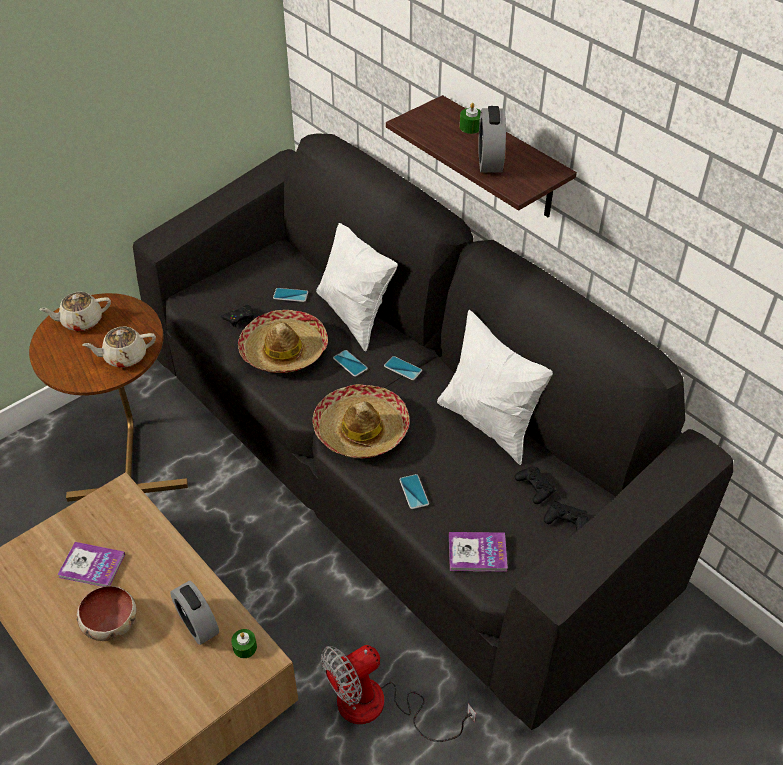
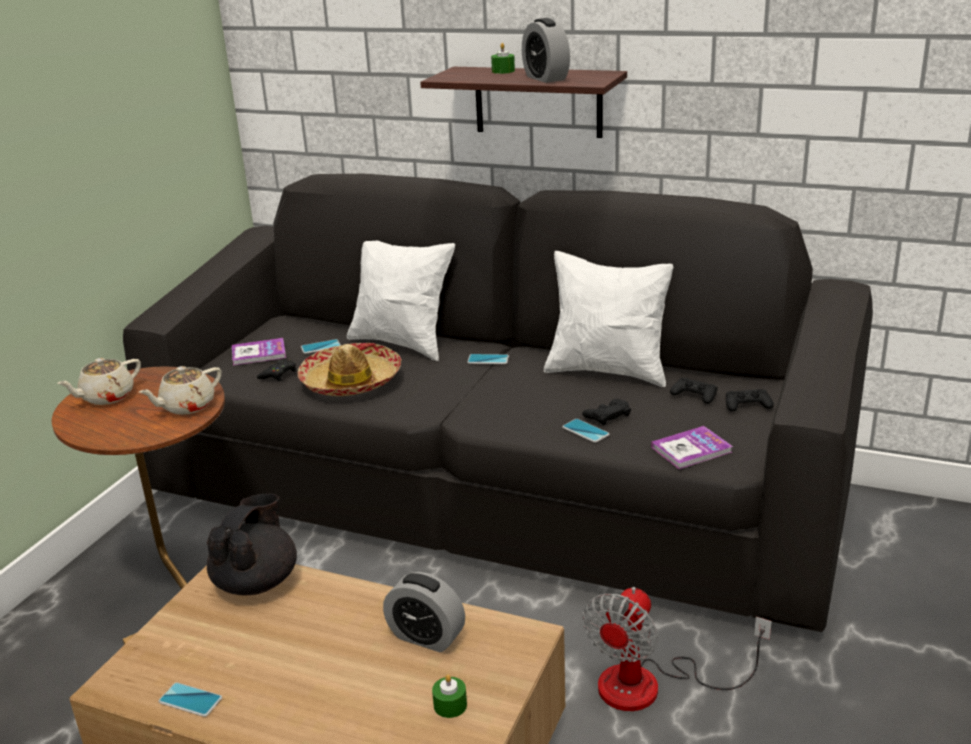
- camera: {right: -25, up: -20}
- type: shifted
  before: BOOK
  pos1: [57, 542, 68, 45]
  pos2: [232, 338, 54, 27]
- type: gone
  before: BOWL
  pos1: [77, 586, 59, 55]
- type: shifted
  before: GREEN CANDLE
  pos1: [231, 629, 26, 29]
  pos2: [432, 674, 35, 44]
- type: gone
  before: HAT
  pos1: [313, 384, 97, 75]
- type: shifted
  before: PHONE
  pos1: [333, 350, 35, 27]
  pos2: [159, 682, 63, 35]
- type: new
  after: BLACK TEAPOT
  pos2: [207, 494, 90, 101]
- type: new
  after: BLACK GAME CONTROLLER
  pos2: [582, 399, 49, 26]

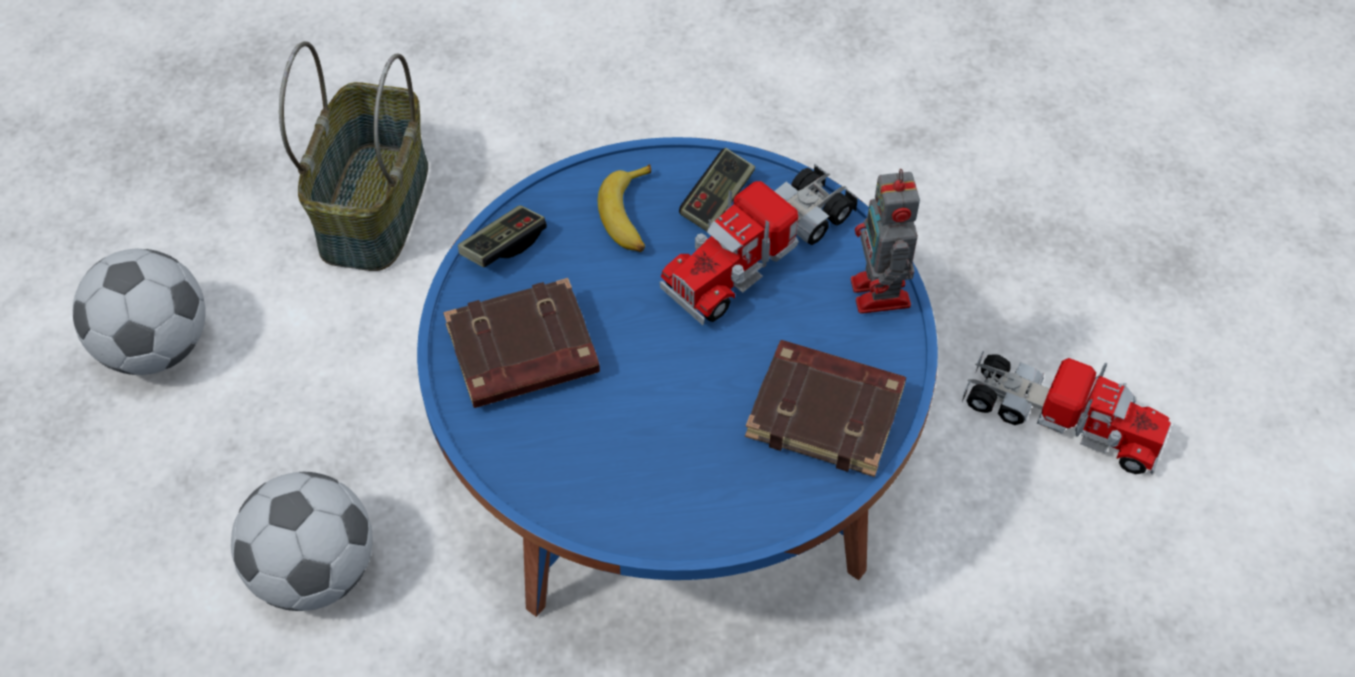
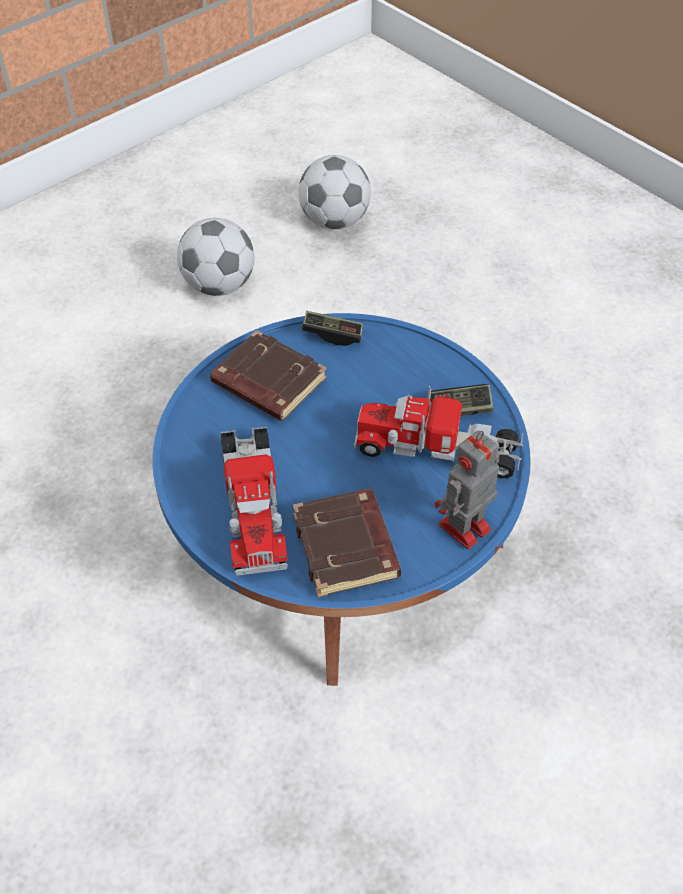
- camera: {right: 55, up: -5}
- type: shifted
  before: FOOTBALL
  pos1: [231, 472, 142, 139]
  pos2: [299, 155, 72, 74]
- type: gone
  before: BASKET
  pos1: [279, 41, 149, 230]
- type: gone
  before: BANANA
  pos1: [598, 164, 53, 88]
- type: shifted
  before: TOY TRUCK
  pos1: [962, 351, 209, 123]
  pos2: [220, 427, 68, 149]

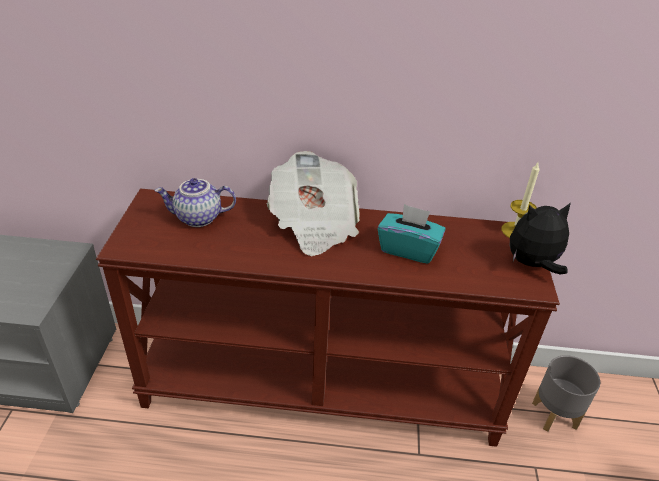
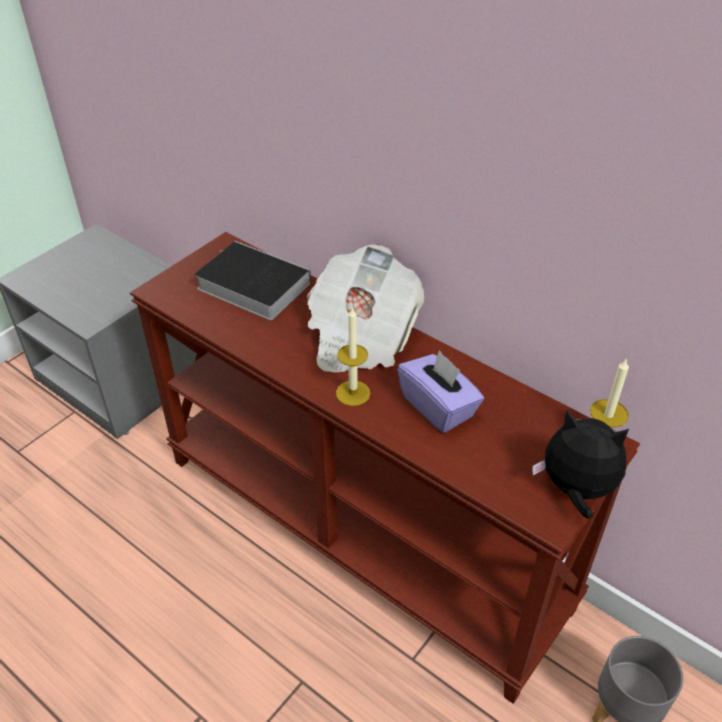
- camera: {right: 35, up: 5}
- type: swapped
  before: TEAPOT
  after: BOOK
  pos1: [154, 178, 82, 49]
  pos2: [194, 241, 117, 79]
- type: repainted
  before: TURQUOISE TISSUE BOX
  after: PURPLE TISSUE BOX
  pos1: [377, 204, 68, 60]
  pos2: [397, 350, 87, 83]
- type: new
  after: CANDLE
  pos2: [336, 307, 35, 99]

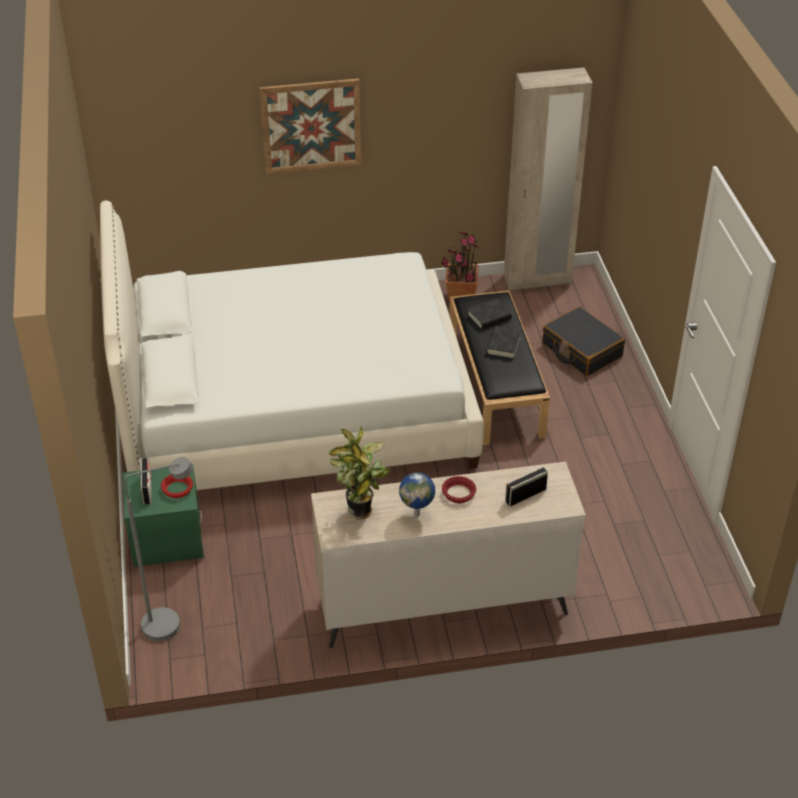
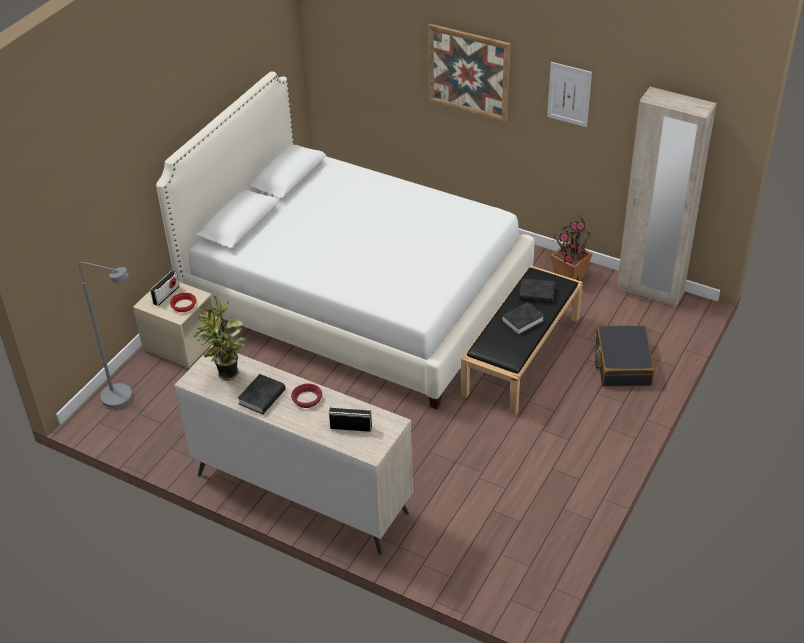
- camera: {right: 40, up: 0}
- type: repainted
  before: GREEN NIGHTSTAND
  after: BEIGE NIGHTSTAND
  pos1: [122, 464, 82, 103]
  pos2: [133, 282, 86, 86]
- type: swapped
  before: GLOBE
  after: BLACK BOOK
  pos1: [399, 472, 36, 45]
  pos2: [238, 374, 48, 40]
- type: new
  after: PICTURE
  pos2: [547, 62, 45, 65]

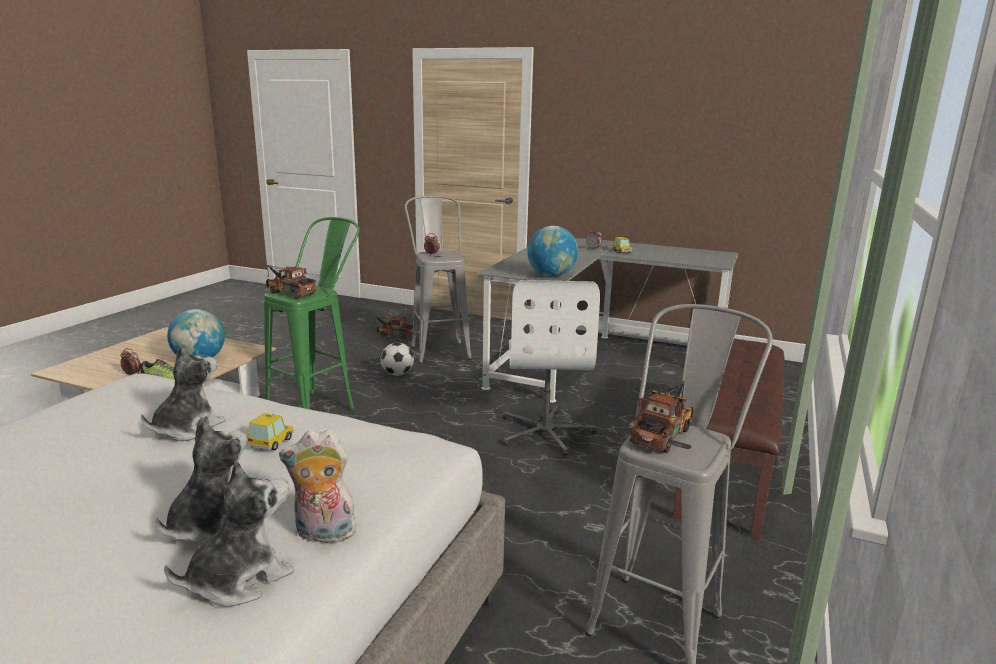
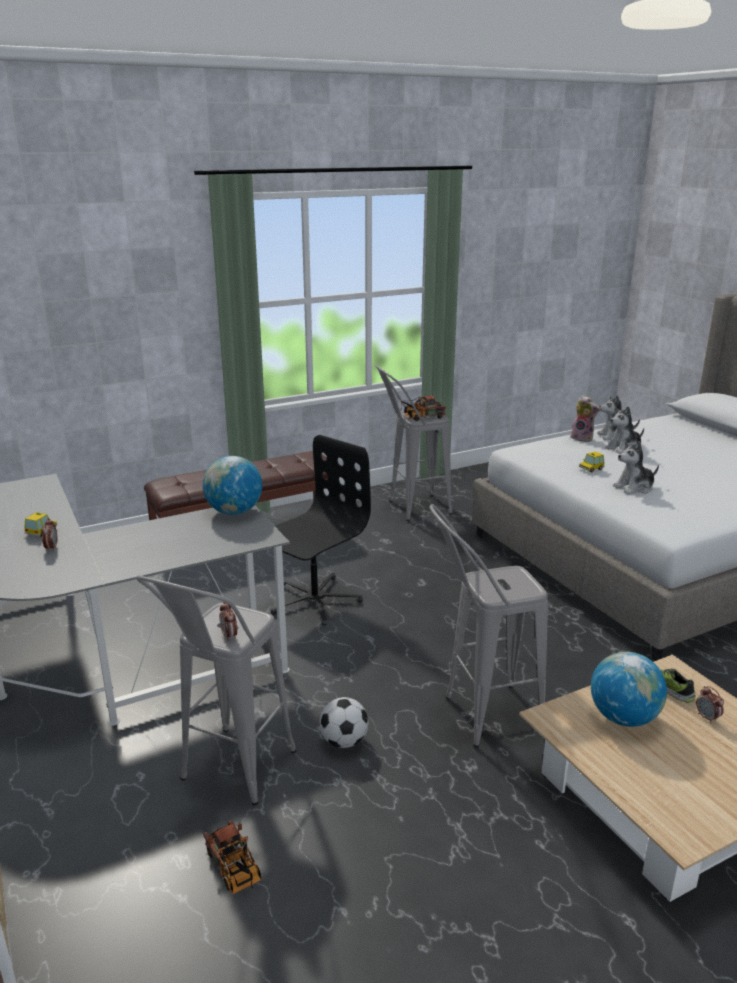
- camera: {right: -140, up: 5}
- type: repainted
  before: GREEN STOOL
  after: GREY STOOL
  pos1: [264, 217, 96, 193]
  pos2: [429, 504, 119, 244]
- type: gone
  before: TOY TRUCK
  pos1: [266, 265, 50, 34]
- type: repainted
  before: WHITE OFFICE CHAIR
  after: BLACK OFFICE CHAIR
  pos1: [503, 280, 97, 176]
  pos2: [271, 435, 100, 191]

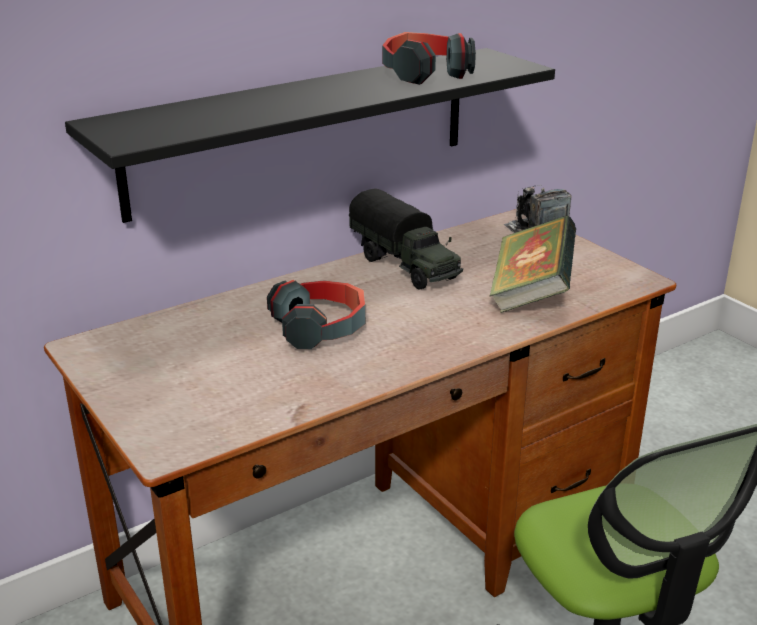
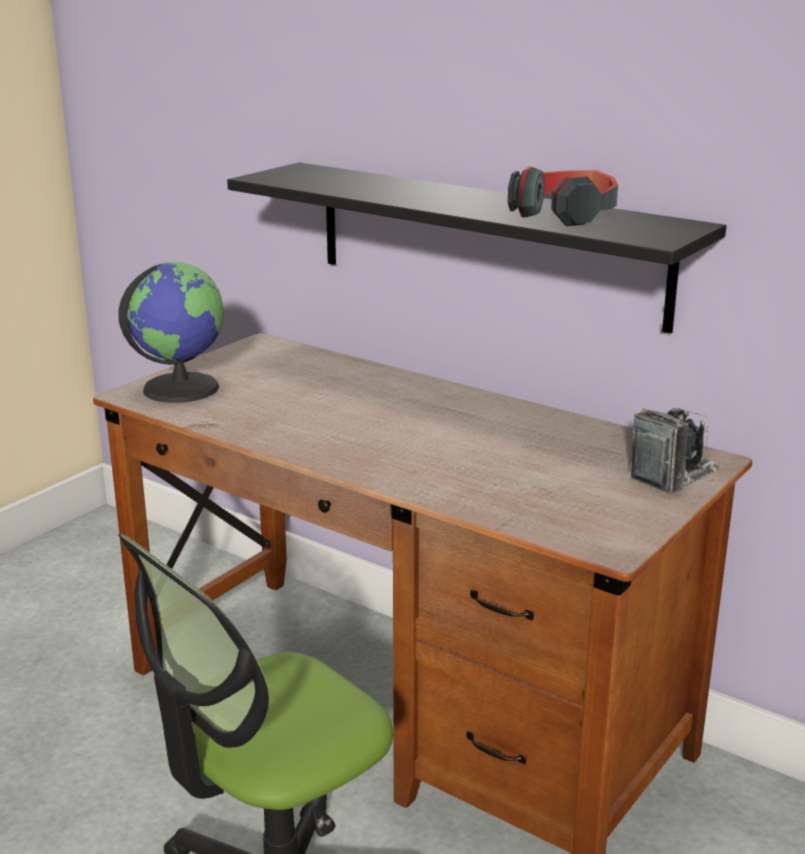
- camera: {right: 70, up: -5}
- type: gone
  before: HEADPHONES
  pos1: [267, 280, 98, 69]
- type: gone
  before: TOY TRUCK
  pos1: [349, 189, 114, 101]
- type: gone
  before: BOOK
  pos1: [490, 215, 86, 98]
- type: new
  after: GLOBE
  pos2: [119, 262, 106, 141]

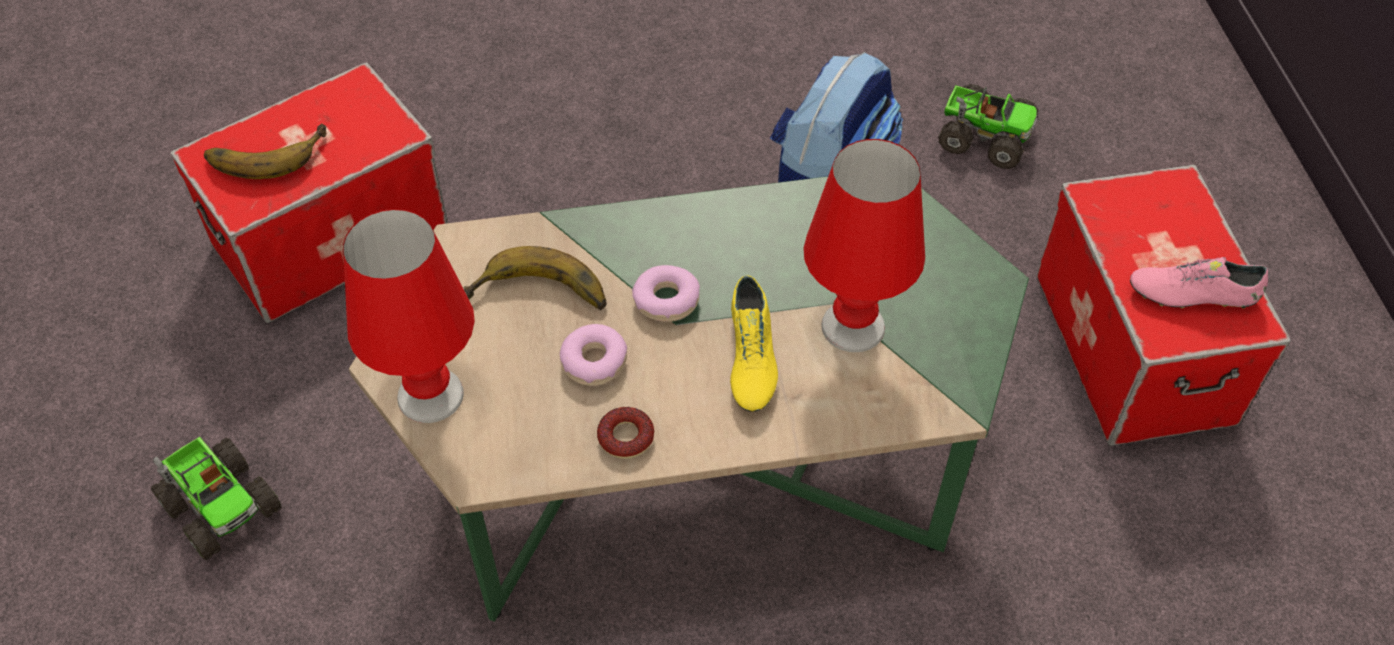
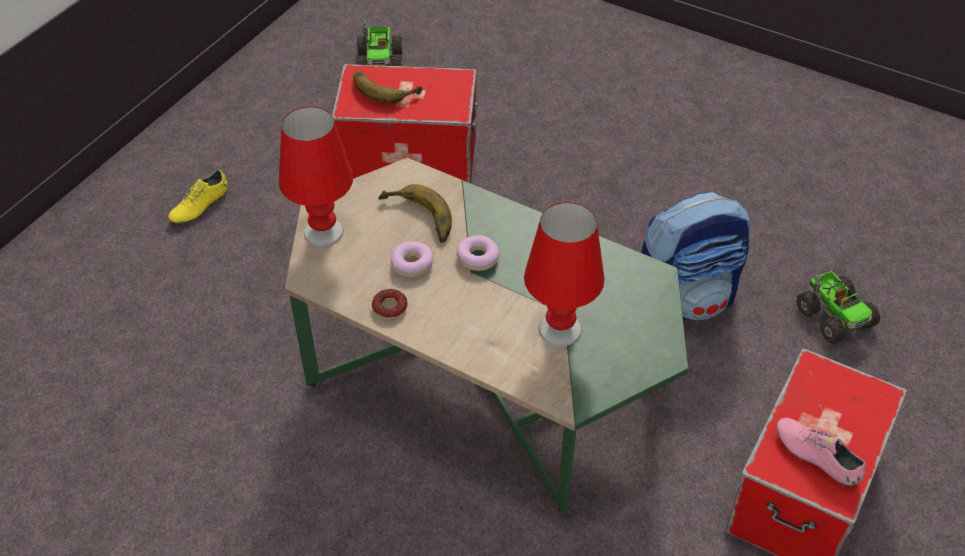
- camera: {right: 40, up: -5}
- type: shifted
  before: TOY TRUCK
  pos1: [151, 437, 131, 123]
  pos2: [356, 20, 46, 46]
- type: shifted
  before: YELLOW SHOE
  pos1: [730, 276, 48, 136]
  pos2: [168, 170, 60, 54]

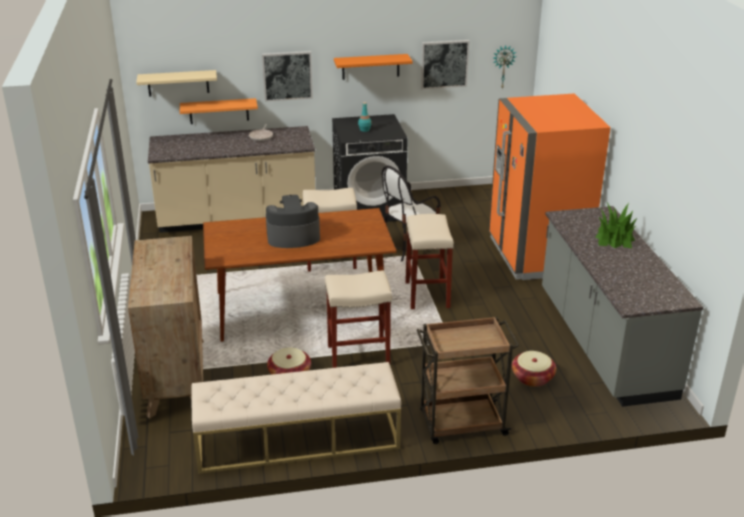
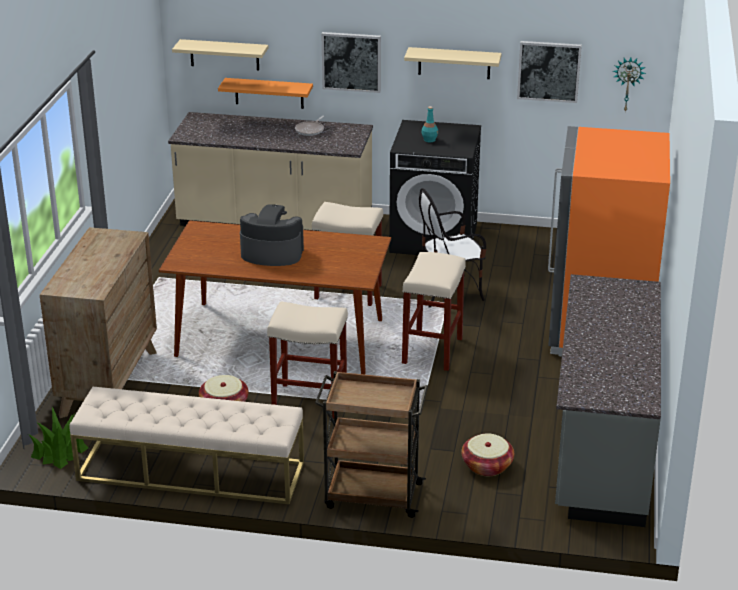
- camera: {right: 20, up: 0}
- type: repainted
  before: ORANGE SHELF
  after: BEIGE SHELF
  pos1: [334, 54, 79, 26]
  pos2: [404, 47, 98, 32]
- type: shifted
  before: POTTED PLANT
  pos1: [595, 203, 42, 45]
  pos2: [28, 407, 60, 62]

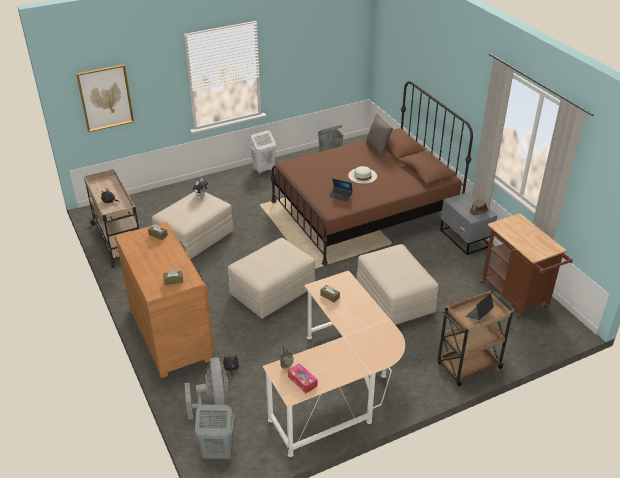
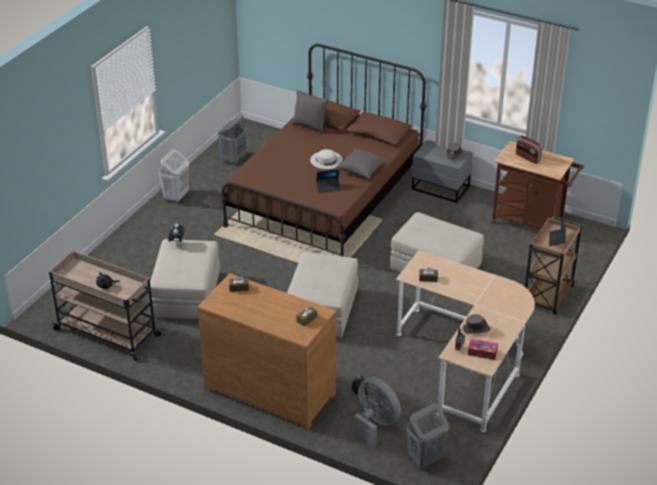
- camera: {right: -35, up: 0}
- type: gone
  before: PICTURE
  pos1: [76, 64, 58, 68]
- type: new
  after: GREY PILLOW
  pos2: [336, 149, 51, 29]
- type: new
  after: BROWN HAT
  pos2: [462, 314, 28, 20]
- type: new
  after: RADIO
  pos2: [516, 136, 26, 28]

